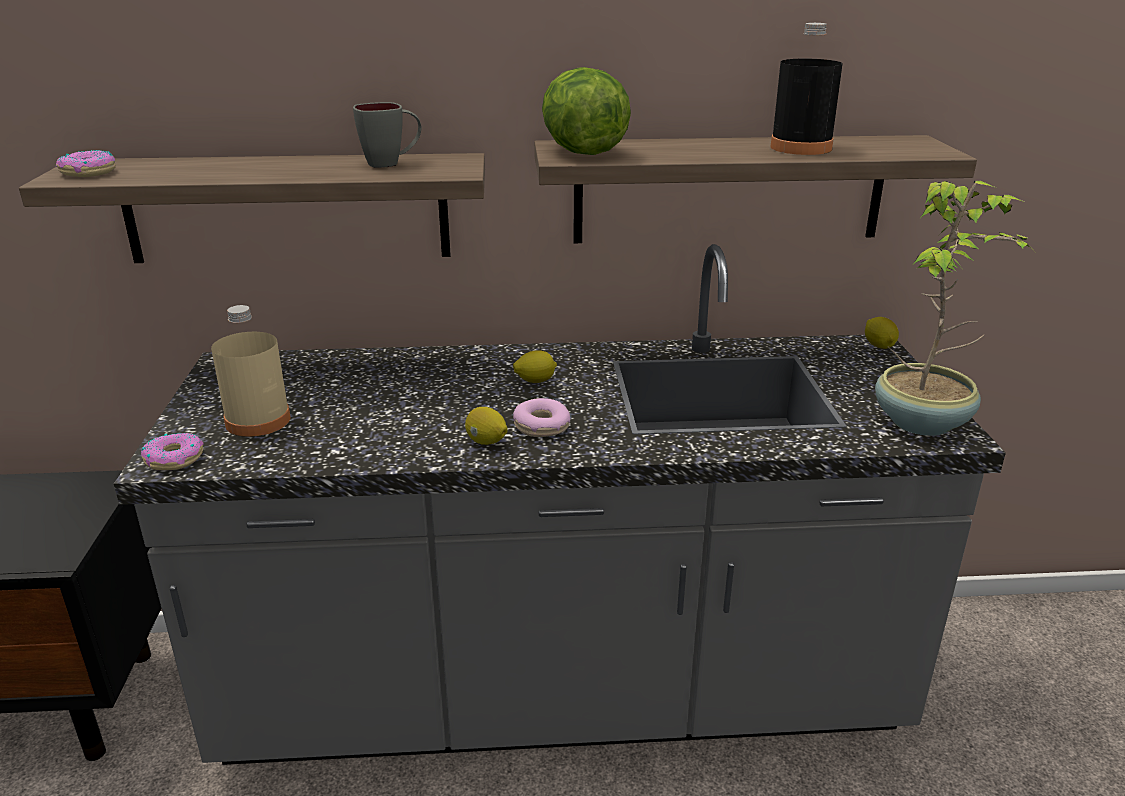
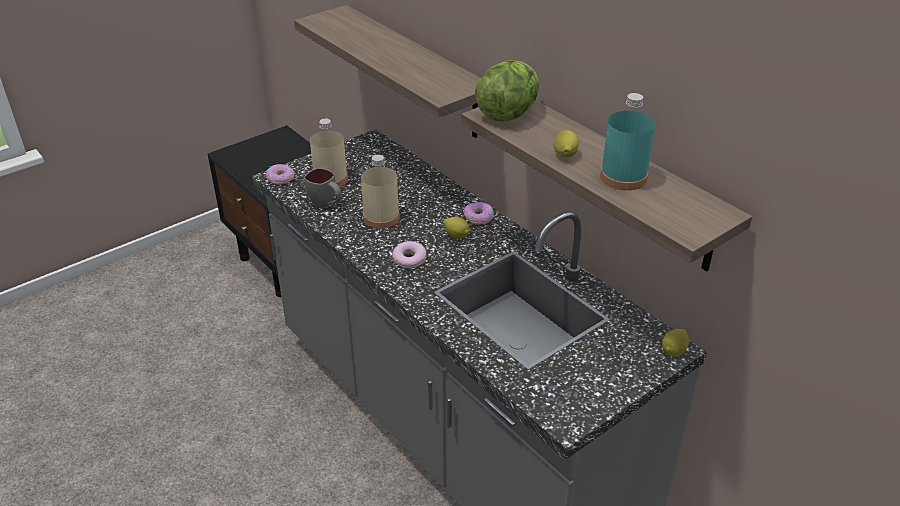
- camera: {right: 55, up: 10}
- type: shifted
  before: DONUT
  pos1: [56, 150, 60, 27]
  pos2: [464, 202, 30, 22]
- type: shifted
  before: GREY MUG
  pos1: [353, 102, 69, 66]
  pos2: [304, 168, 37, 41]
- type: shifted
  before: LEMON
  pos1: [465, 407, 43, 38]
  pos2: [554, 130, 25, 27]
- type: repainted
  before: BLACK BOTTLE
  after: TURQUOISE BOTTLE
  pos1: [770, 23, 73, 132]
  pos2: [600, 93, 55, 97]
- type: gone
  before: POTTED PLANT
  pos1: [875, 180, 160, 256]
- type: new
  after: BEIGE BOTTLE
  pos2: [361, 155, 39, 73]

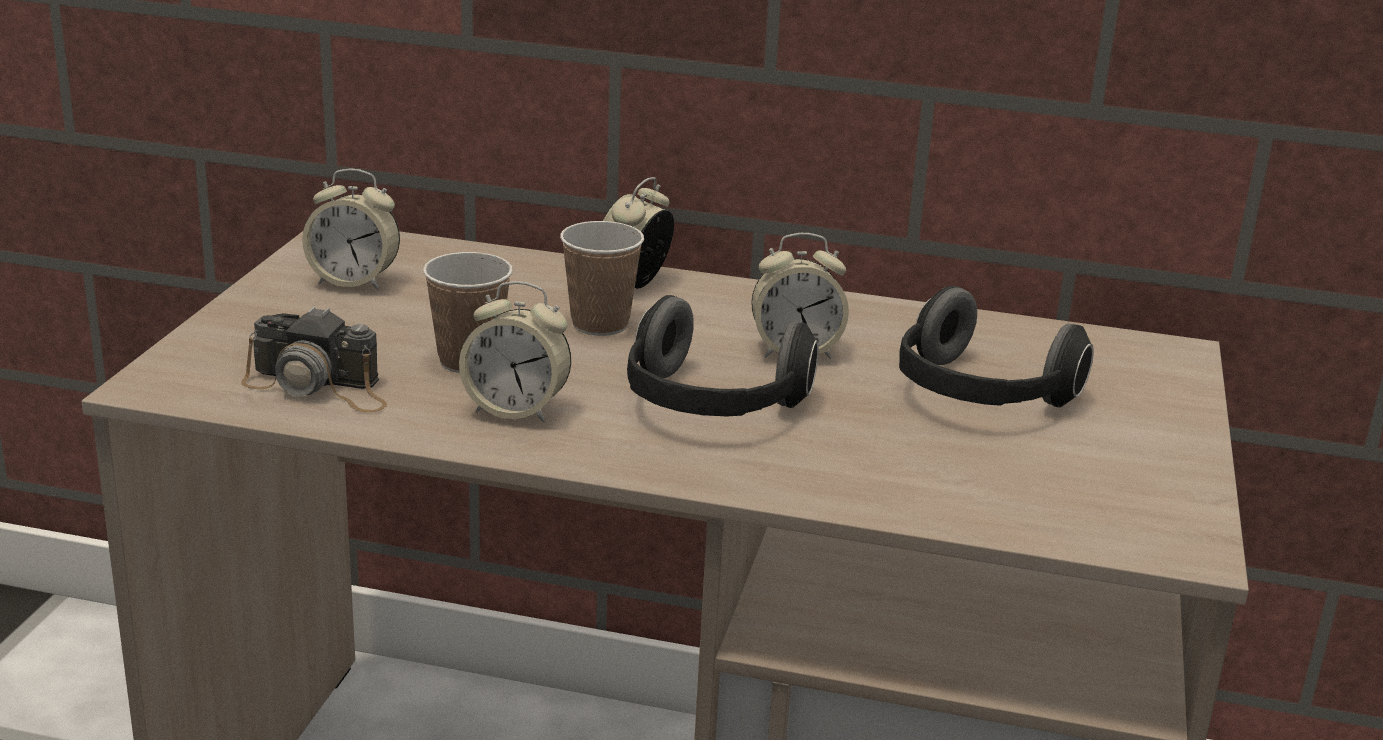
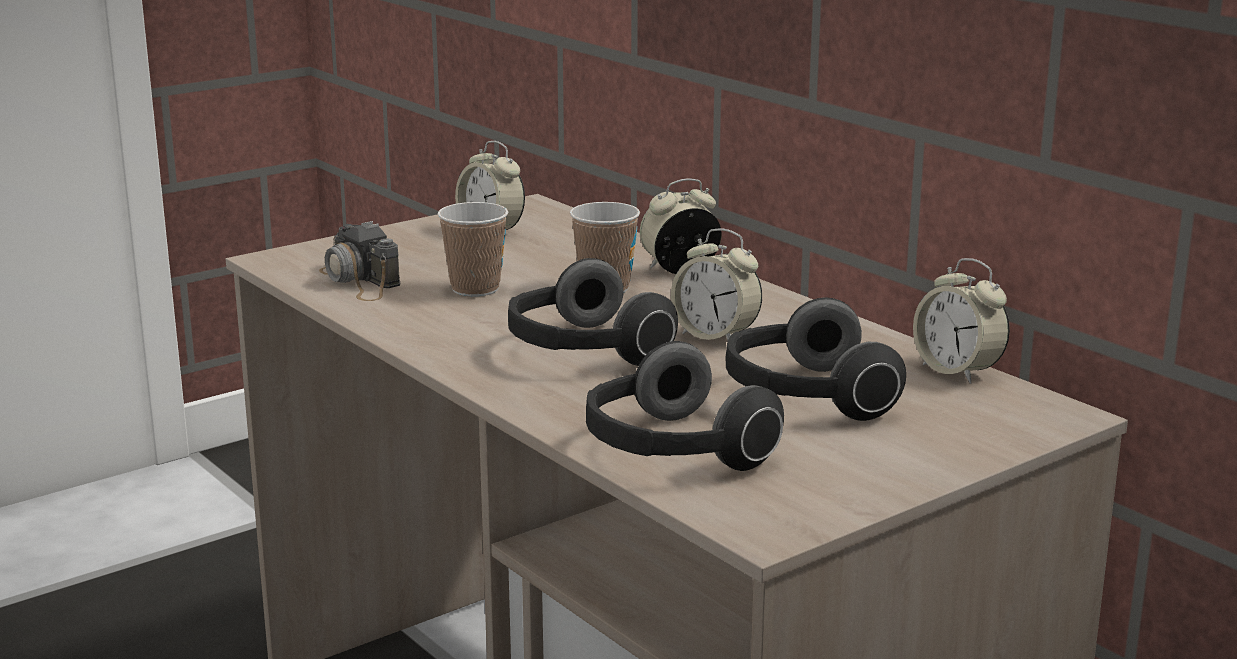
- camera: {right: 40, up: -5}
- type: shifted
  before: ALARM CLOCK
  pos1: [459, 281, 112, 142]
  pos2: [913, 258, 97, 126]
- type: new
  after: HEADPHONES
  pos2: [586, 341, 198, 130]

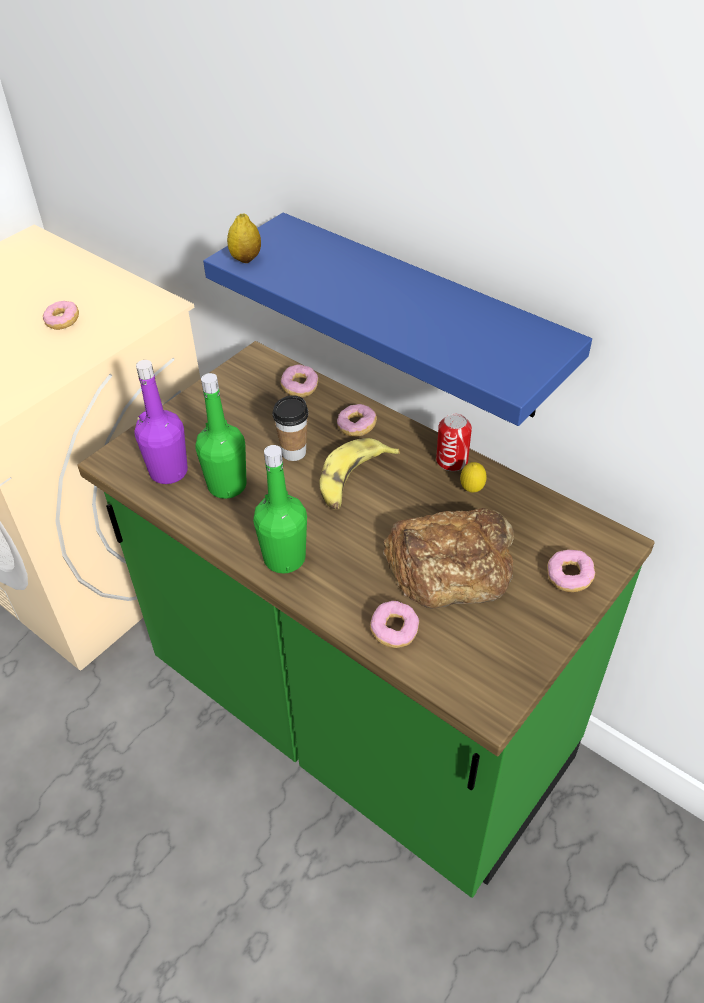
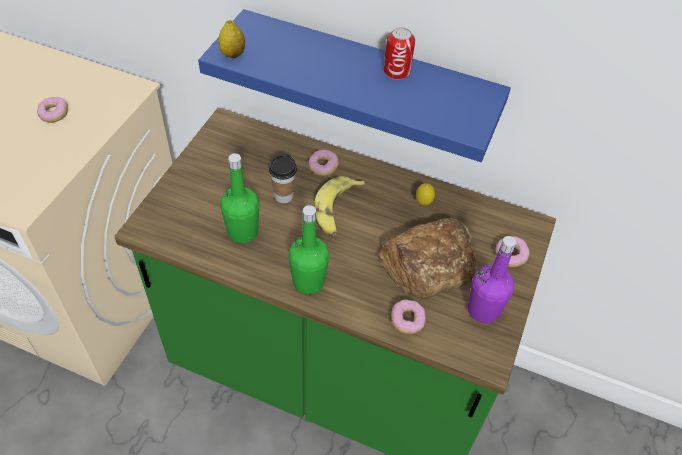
- camera: {right: -20, up: 5}
- type: shifted
  before: PURPLE BOTTLE
  pos1: [134, 360, 54, 124]
  pos2: [468, 236, 48, 87]
- type: gone
  before: DONUT
  pos1: [280, 365, 38, 32]
- type: shifted
  before: CAN
  pos1: [436, 413, 36, 58]
  pos2: [384, 27, 31, 53]

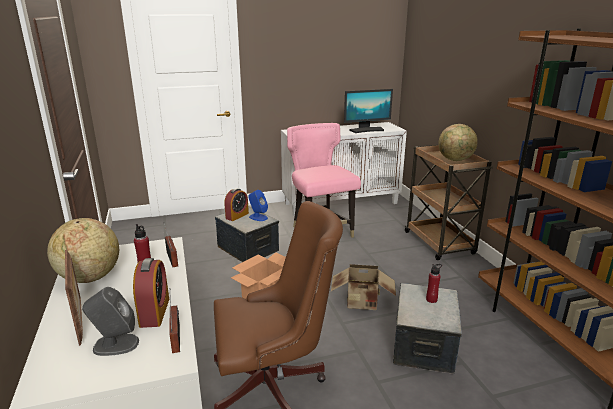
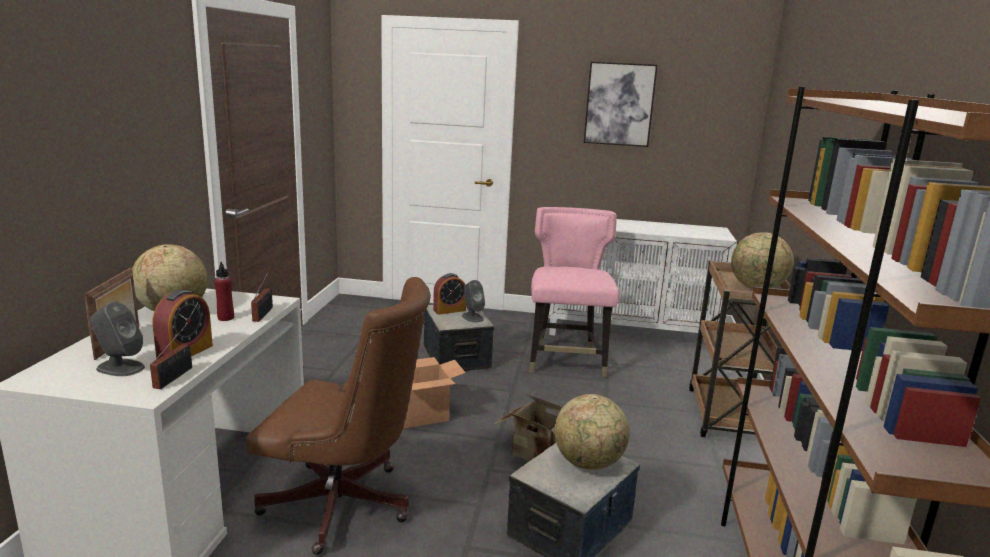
- camera: {right: 25, up: -5}
- type: repainted
  before: BLUE SPEAKER
  after: GREY SPEAKER
  pos1: [248, 190, 20, 31]
  pos2: [462, 280, 23, 42]
- type: gone
  before: MONITOR
  pos1: [344, 89, 49, 44]
- type: swapped
  before: RED BOTTLE
  after: GLOBE
  pos1: [426, 264, 16, 39]
  pos2: [555, 394, 74, 76]
- type: new
  after: PICTURE
  pos2: [584, 61, 74, 86]

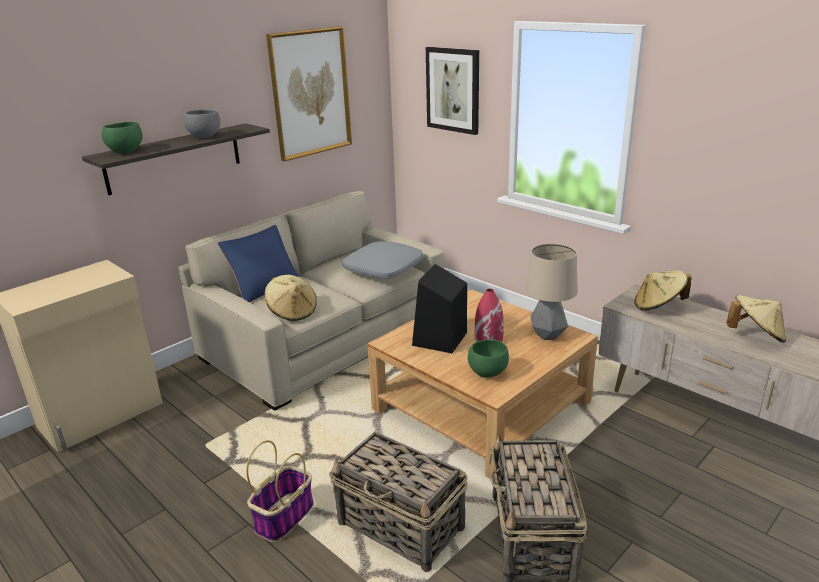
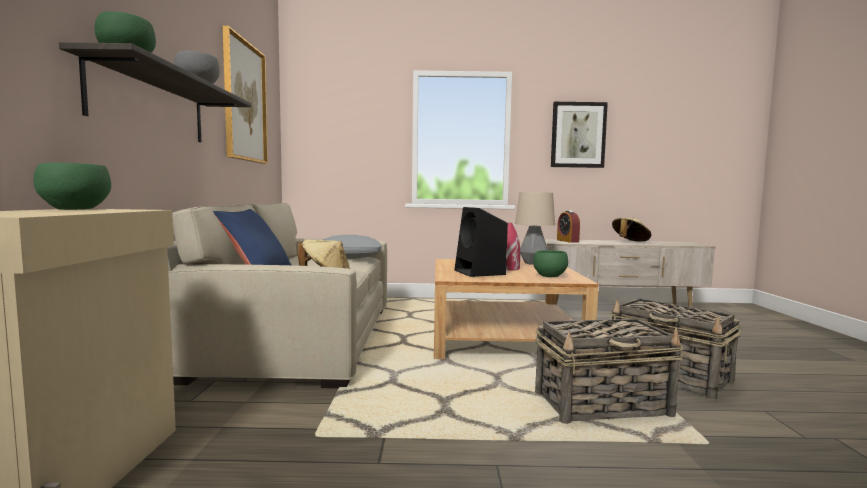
- camera: {right: -45, up: -20}
- type: gone
  before: BASKET
  pos1: [246, 440, 68, 102]
- type: shifted
  before: PICTURE
  pos1: [426, 47, 53, 88]
  pos2: [551, 102, 57, 66]
- type: swapped
  before: BEIGE HAT
  after: ALARM CLOCK
  pos1: [635, 270, 57, 41]
  pos2: [557, 211, 23, 32]
- type: new
  after: GREEN BOWL
  pos2: [33, 163, 78, 47]

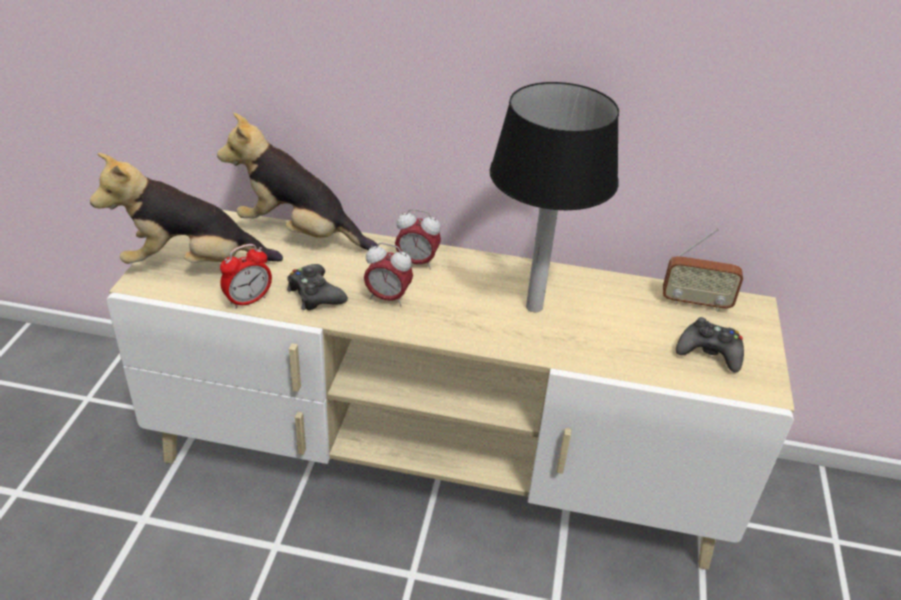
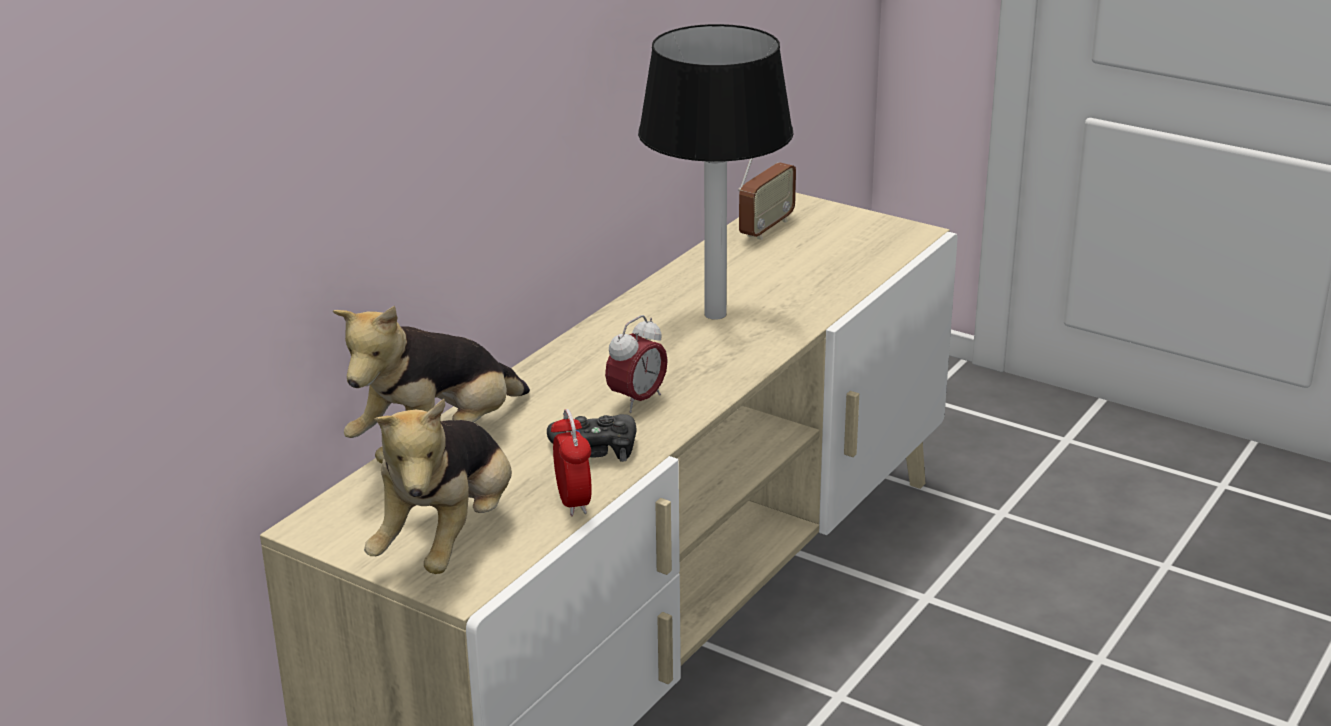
- camera: {right: -65, up: -10}
- type: gone
  before: ALARM CLOCK
  pos1: [395, 209, 46, 61]
- type: gone
  before: BLACK GAME CONTROLLER
  pos1: [676, 317, 68, 56]

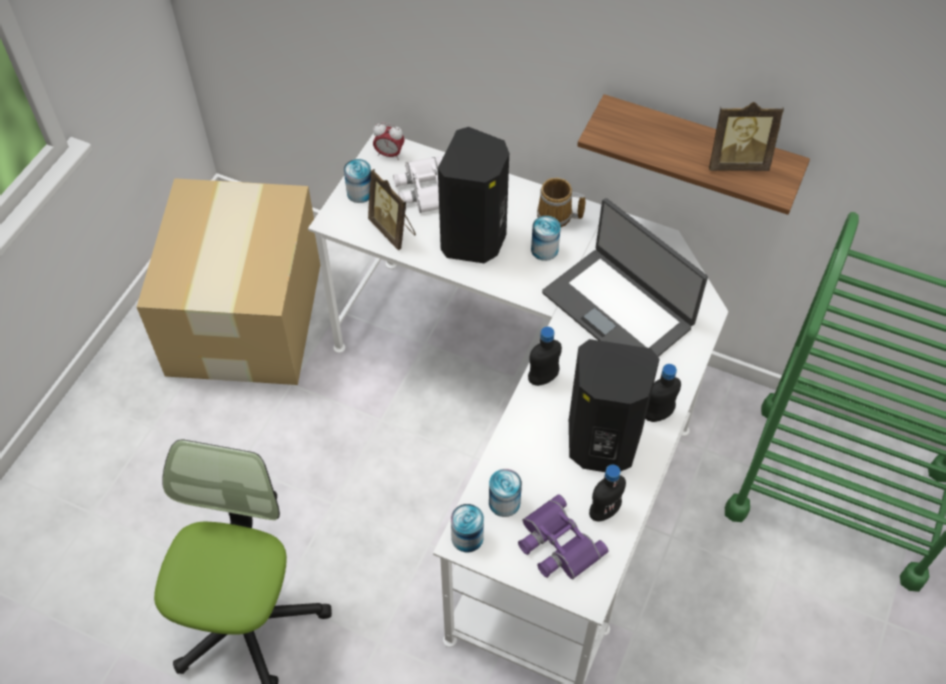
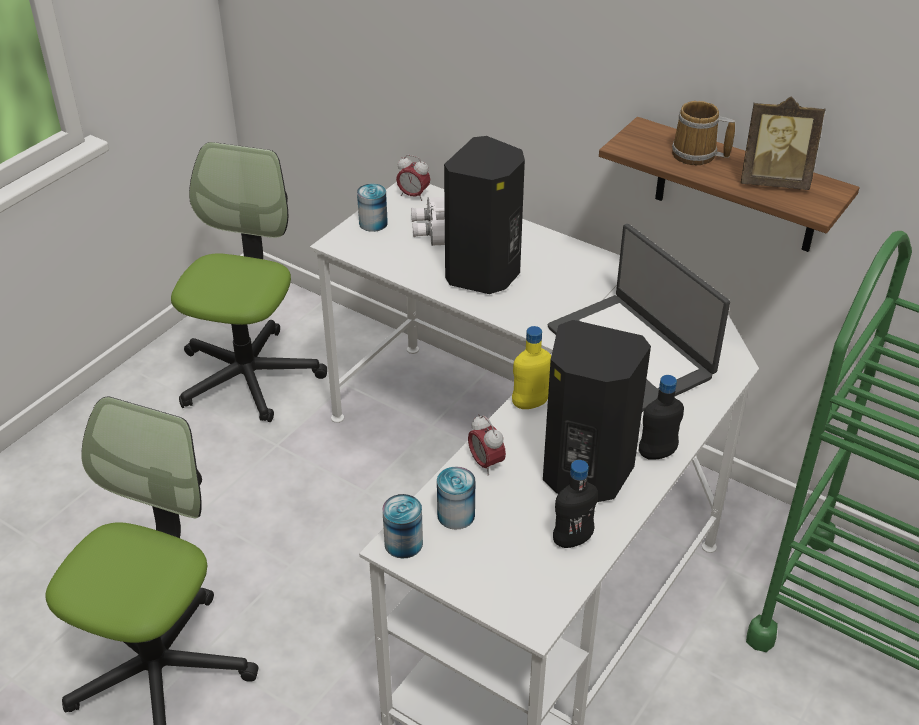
- camera: {right: 10, up: -15}
- type: swapped
  before: CARDBOARD BOX
  after: OFFICE CHAIR
  pos1: [137, 178, 183, 207]
  pos2: [171, 142, 156, 280]
- type: gone
  before: PICTURE FRAME
  pos1: [368, 169, 48, 81]
- type: gone
  before: PURPLE BINOCULARS
  pos1: [518, 494, 90, 85]
- type: repainted
  before: BLACK BOTTLE
  after: YELLOW BOTTLE
  pos1: [528, 327, 34, 59]
  pos2: [512, 326, 39, 83]
- type: gone
  before: CAN
  pos1: [531, 216, 30, 45]
- type: shifted
  before: MUG
  pos1: [537, 178, 48, 49]
  pos2: [672, 101, 63, 64]
- type: new
  after: ALARM CLOCK
  pos2: [468, 415, 38, 61]

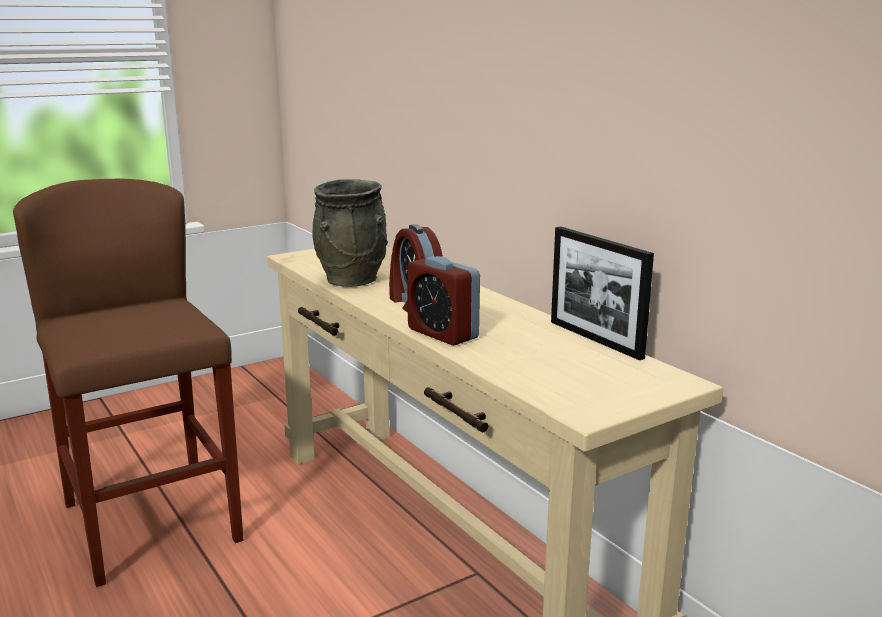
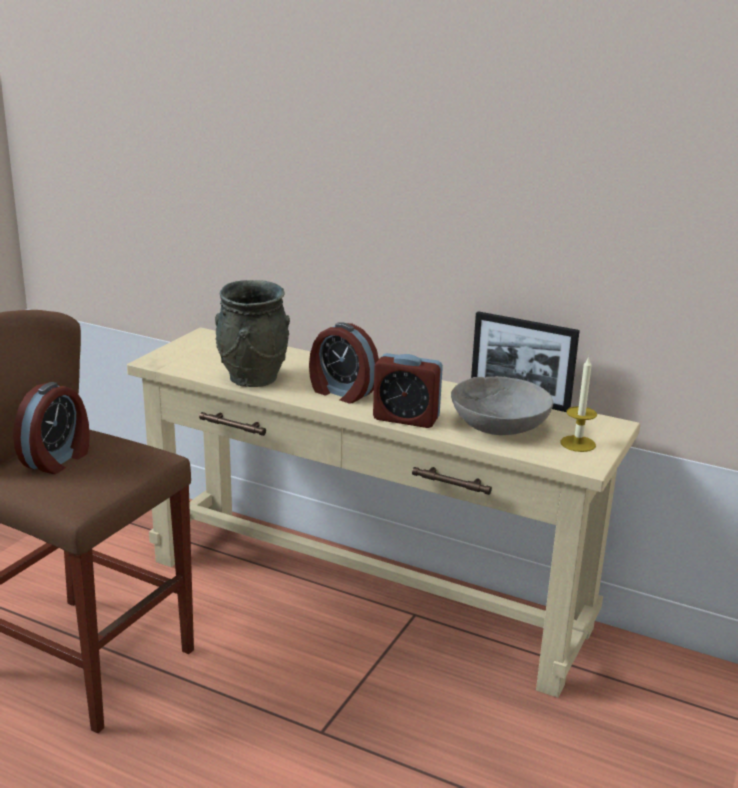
- camera: {right: -30, up: 5}
- type: new
  after: ALARM CLOCK
  pos2: [13, 382, 77, 92]
- type: new
  after: GREY BOWL
  pos2: [451, 376, 102, 59]
- type: new
  after: CANDLE
  pos2: [560, 356, 37, 96]

